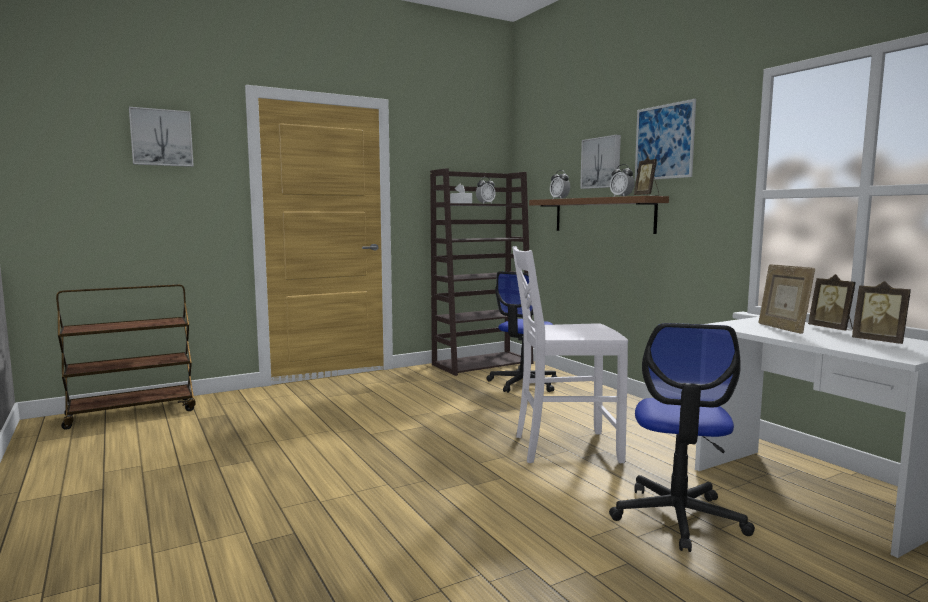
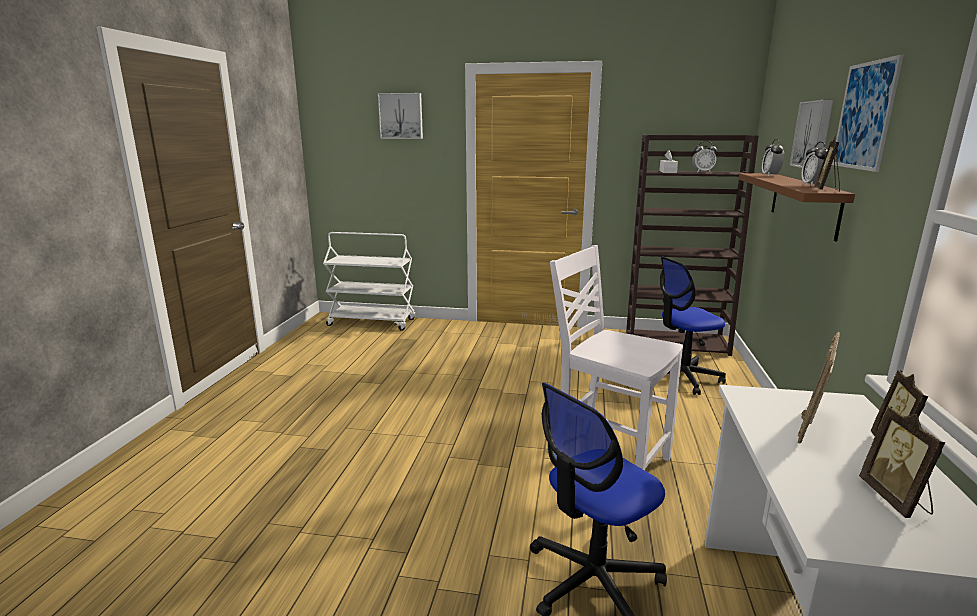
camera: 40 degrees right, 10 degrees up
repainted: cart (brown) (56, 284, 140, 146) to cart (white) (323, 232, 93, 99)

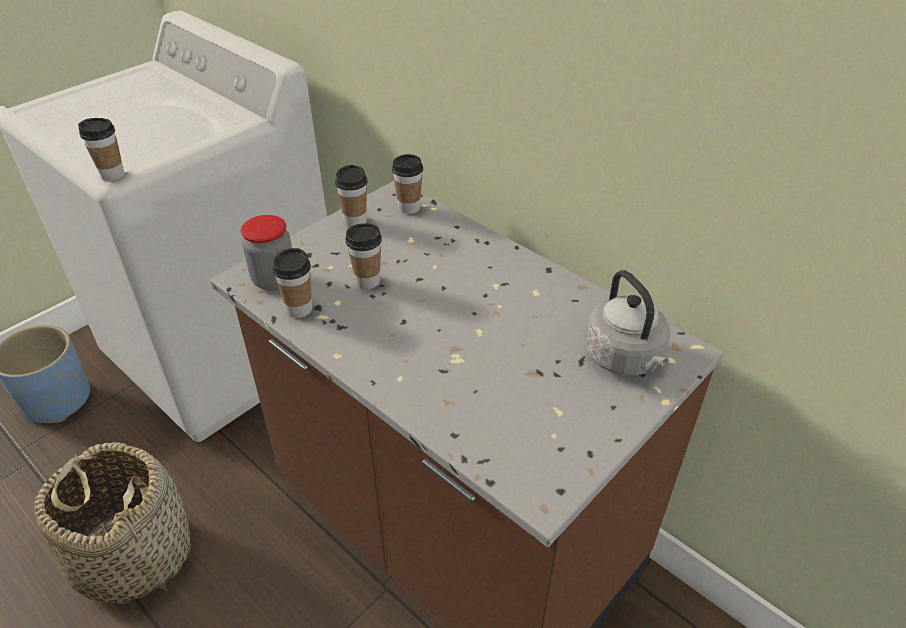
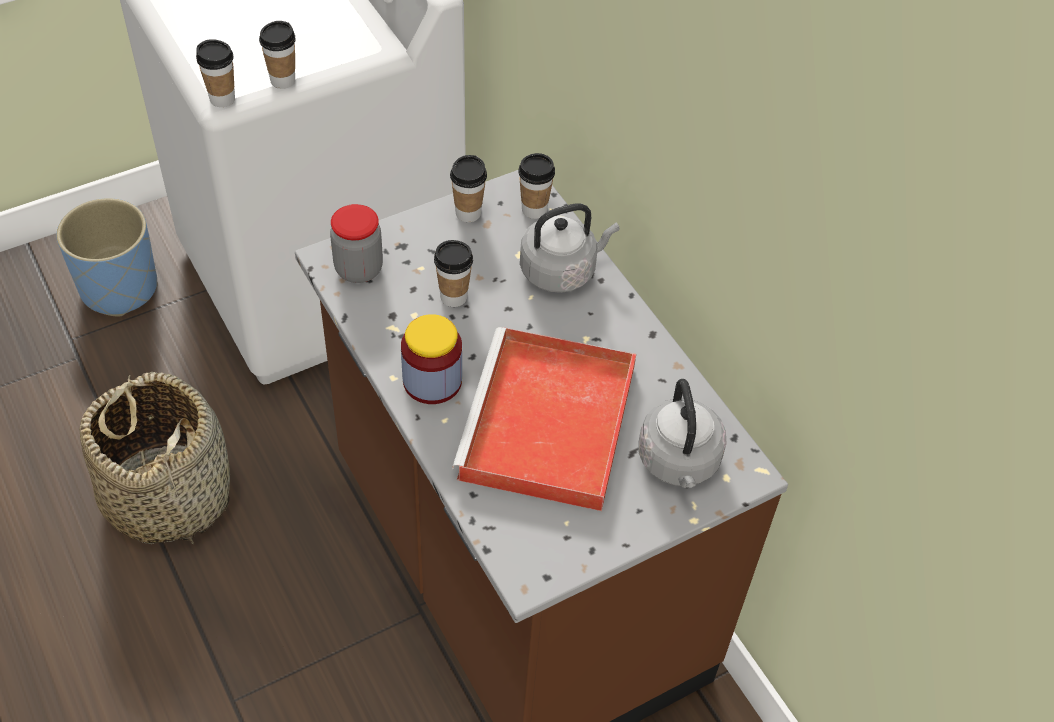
camera: 15 degrees right, 10 degrees up
new: jar (401, 314, 61, 90); tray (red) (452, 327, 184, 184); kettle (grey) (520, 203, 99, 90)
shifted: cup (272, 248, 40, 70) to (259, 21, 37, 68)

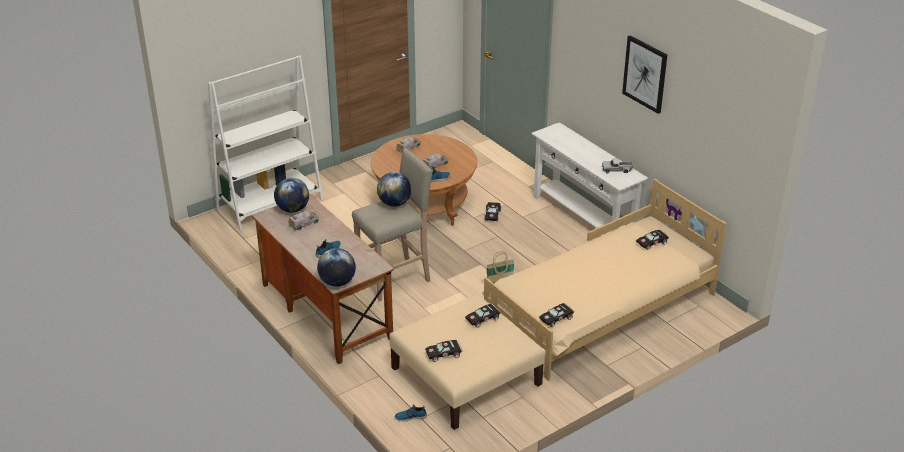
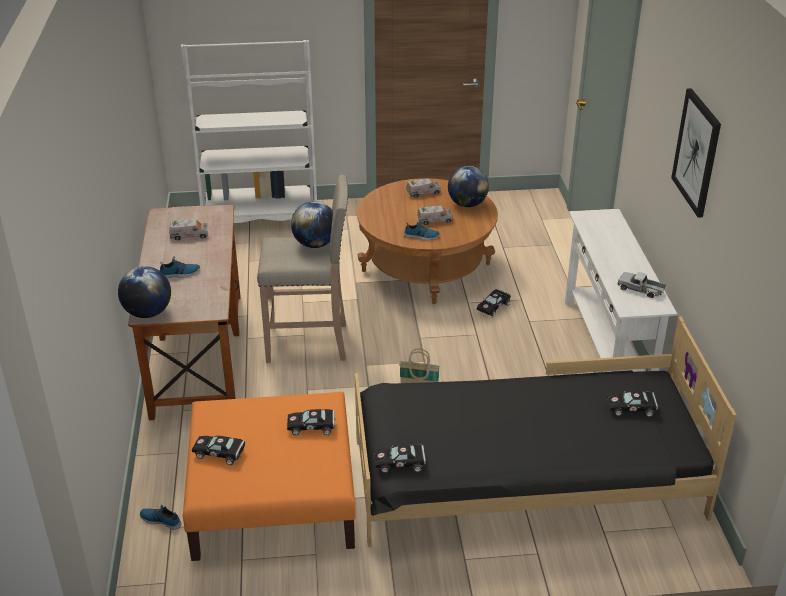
camera: 30 degrees right, 0 degrees up
shifted: globe (274, 178, 35, 35) to (448, 166, 41, 41)
repainted: ottoman (beige) (389, 294, 157, 136) to ottoman (orange) (183, 392, 173, 169); bed (beige) (482, 179, 245, 202) to bed (black) (355, 317, 382, 230)

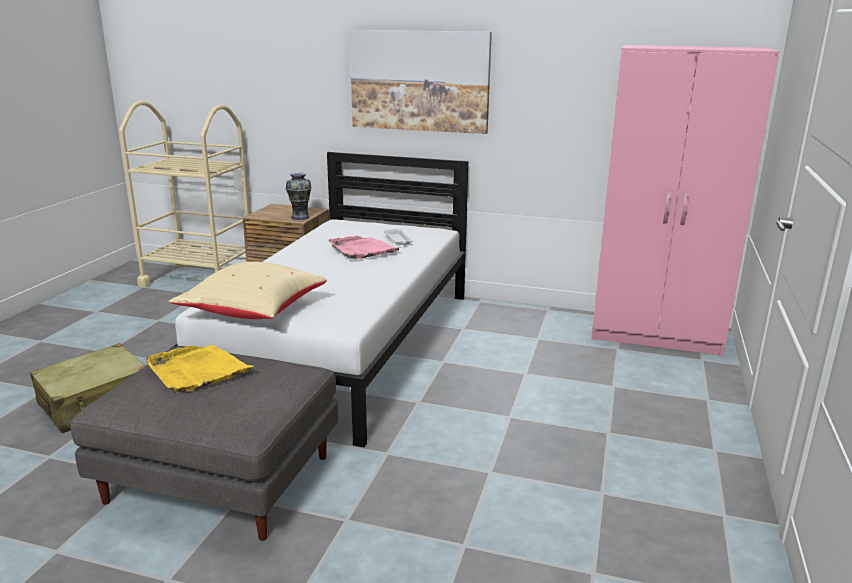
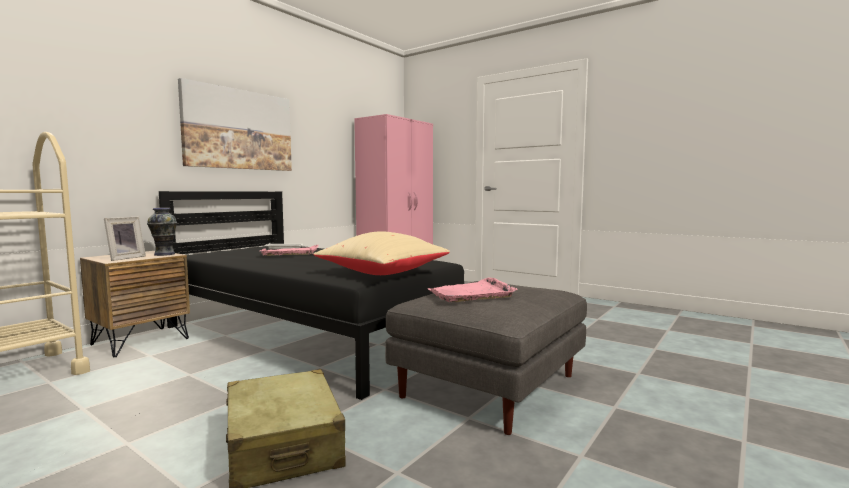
camera: 70 degrees left, 15 degrees down
new: picture frame (104, 217, 42, 44)
repainted: bed (white) (170, 152, 298, 295) to bed (black) (159, 191, 305, 209); tray (yellow) (145, 345, 109, 48) to tray (pink) (427, 277, 90, 25)

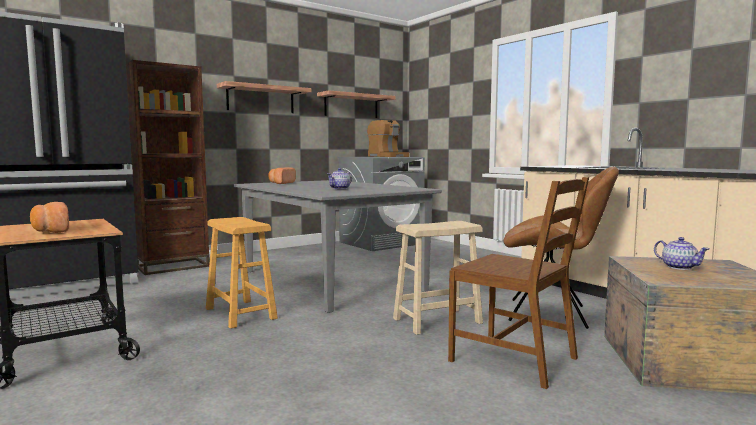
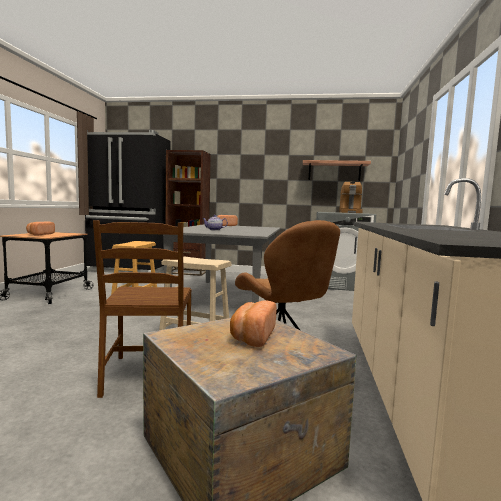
camera: 45 degrees right, 0 degrees up
gone: shelf (217, 81, 94, 32)
swapped: teapot (654, 237, 55, 33) to bread (230, 301, 47, 46)

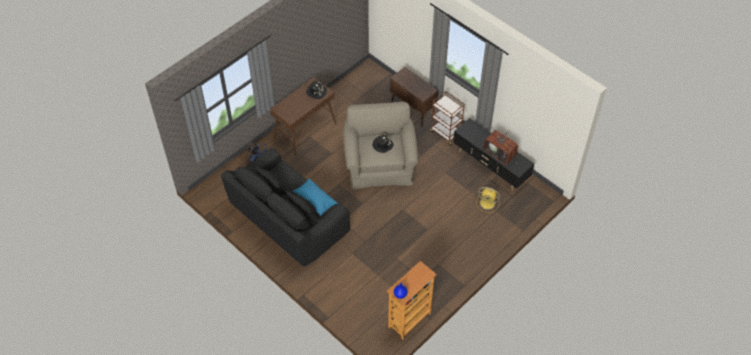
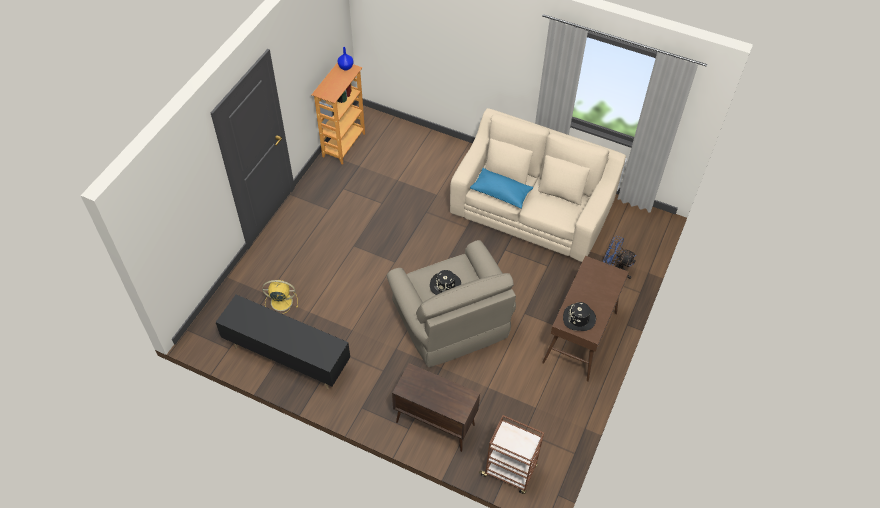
camera: 160 degrees right, 0 degrees up
gone: television (483, 129, 35, 36)
shifted: cart (brown) (430, 91, 35, 55) to (479, 415, 65, 79)
repainted: sofa (black) (221, 148, 129, 118) to sofa (beige) (450, 108, 176, 154)

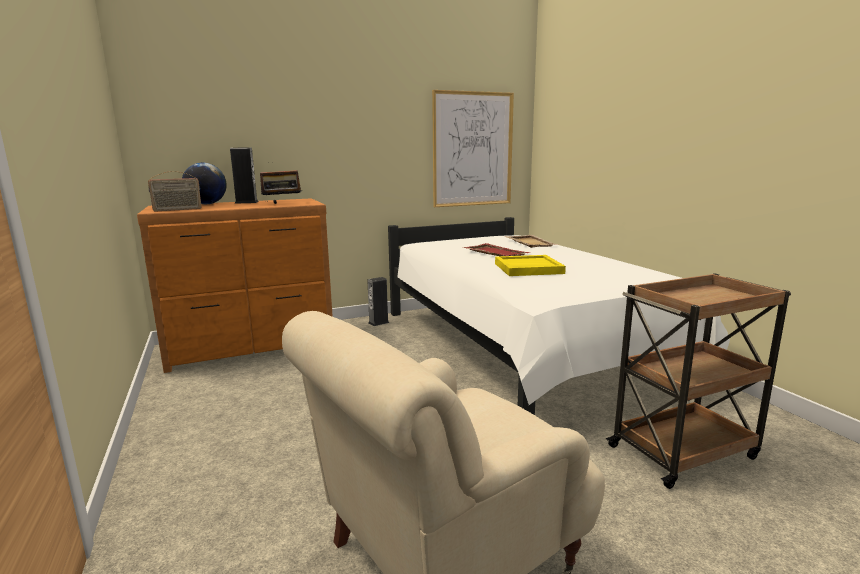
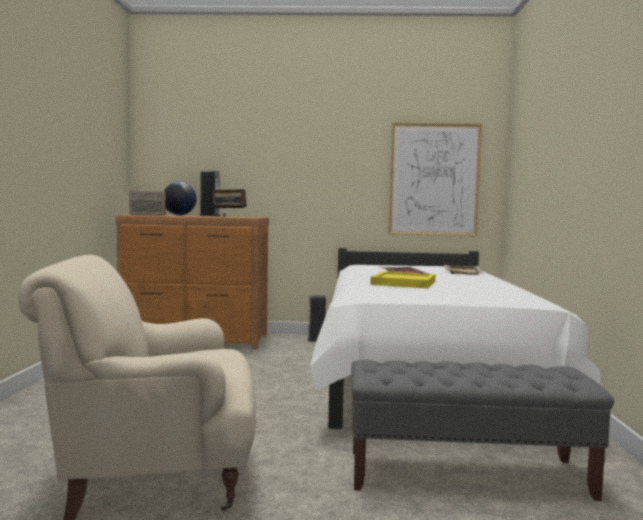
camera: 25 degrees right, 10 degrees down
swapped: cart (brown) (606, 273, 185, 216) to bench (grey) (351, 360, 263, 141)

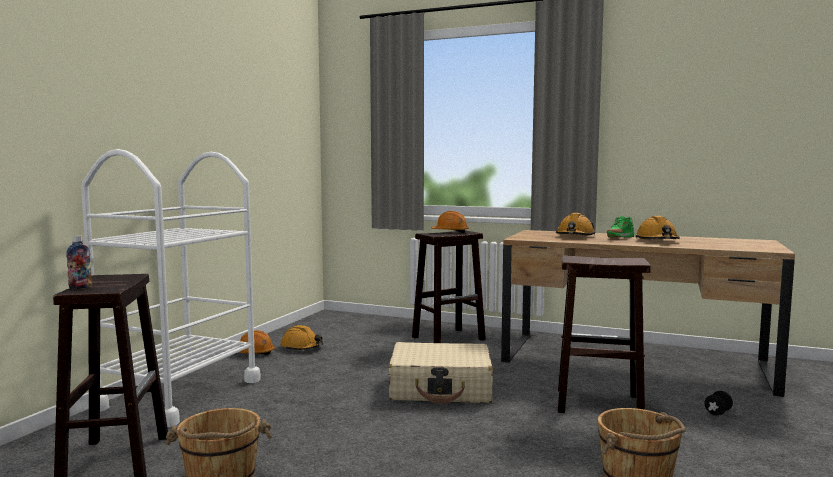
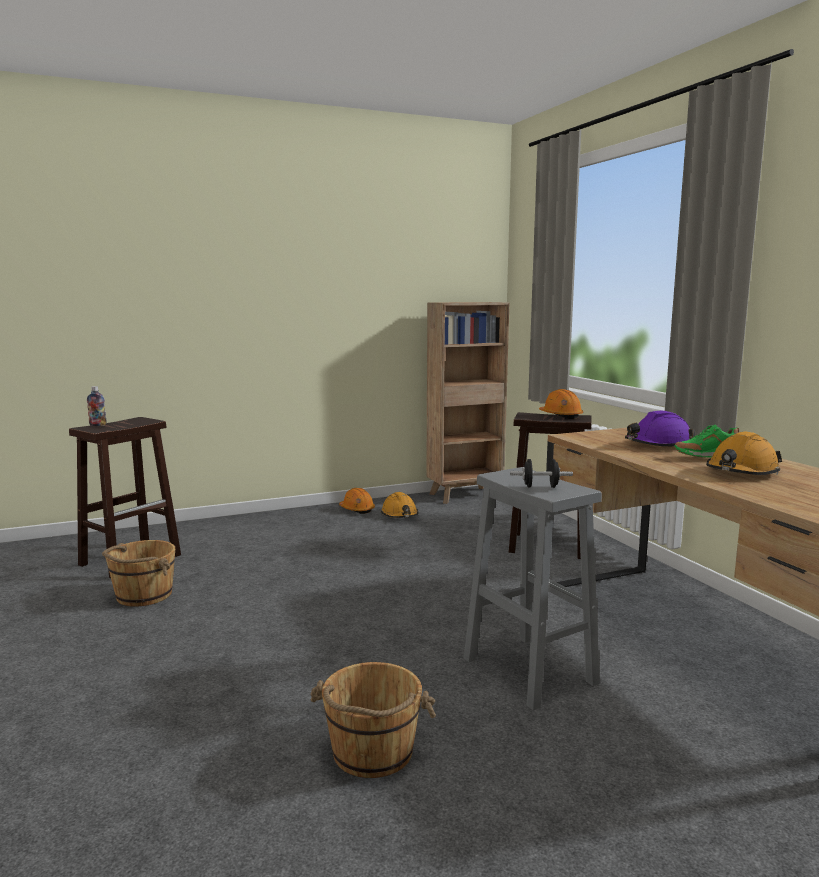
camera: 45 degrees right, 5 degrees up
gone: cart (white) (81, 149, 180, 278); suitcase (beige) (388, 342, 105, 62)
new: bookcase (brown) (426, 302, 83, 202)
shifted: dumbbell (black) (704, 391, 29, 25) to (510, 459, 63, 29)
repainted: stool (brown) (558, 255, 93, 158) to stool (grey) (464, 467, 138, 243); hard hat (orange) (556, 213, 39, 23) to hard hat (purple) (625, 411, 70, 36)

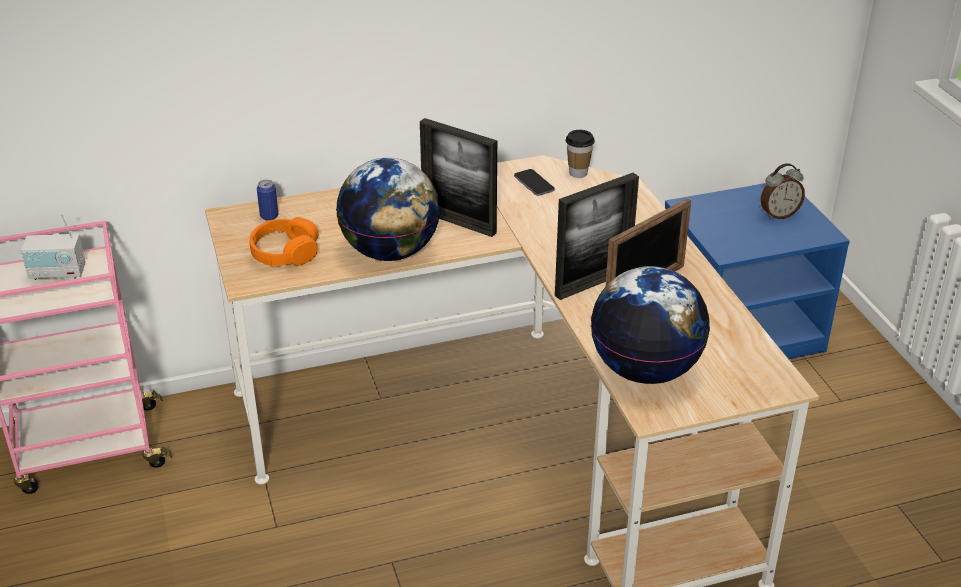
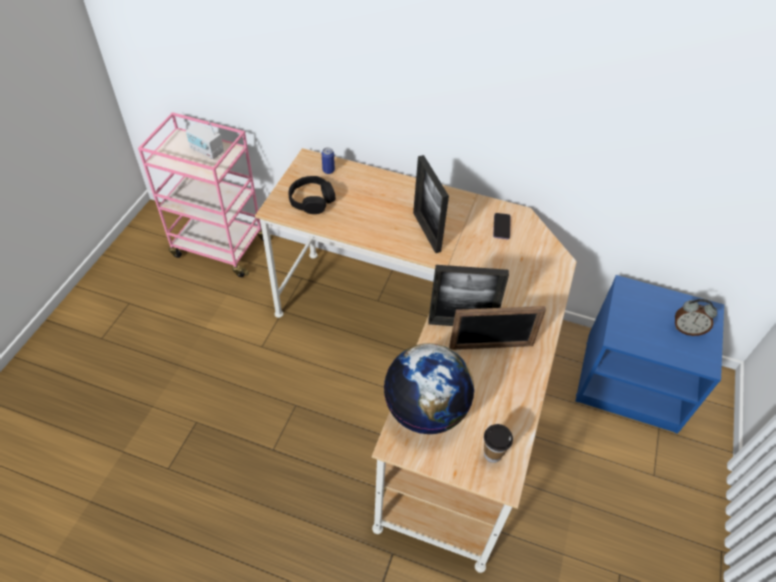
camera: 35 degrees right, 15 degrees up
gone: globe (336, 158, 104, 103)
shifted: cup (565, 130, 30, 48) to (484, 424, 29, 39)
repainted: headphones (orange) (249, 217, 69, 50) to headphones (black) (288, 176, 47, 38)

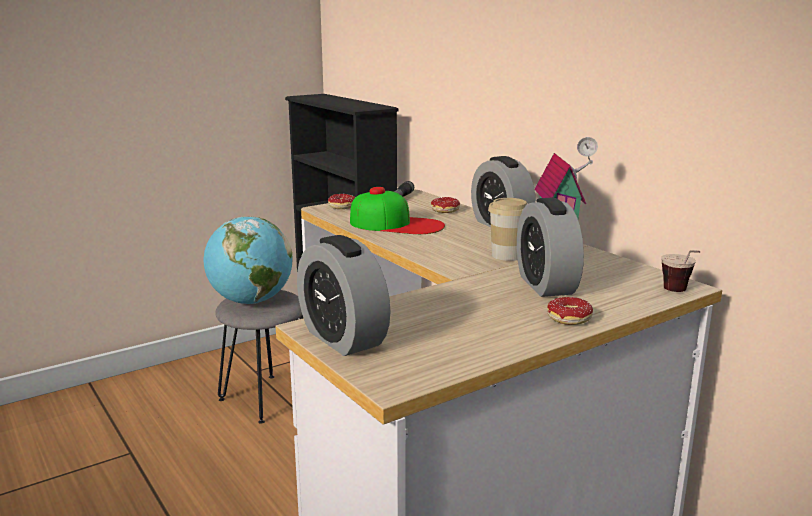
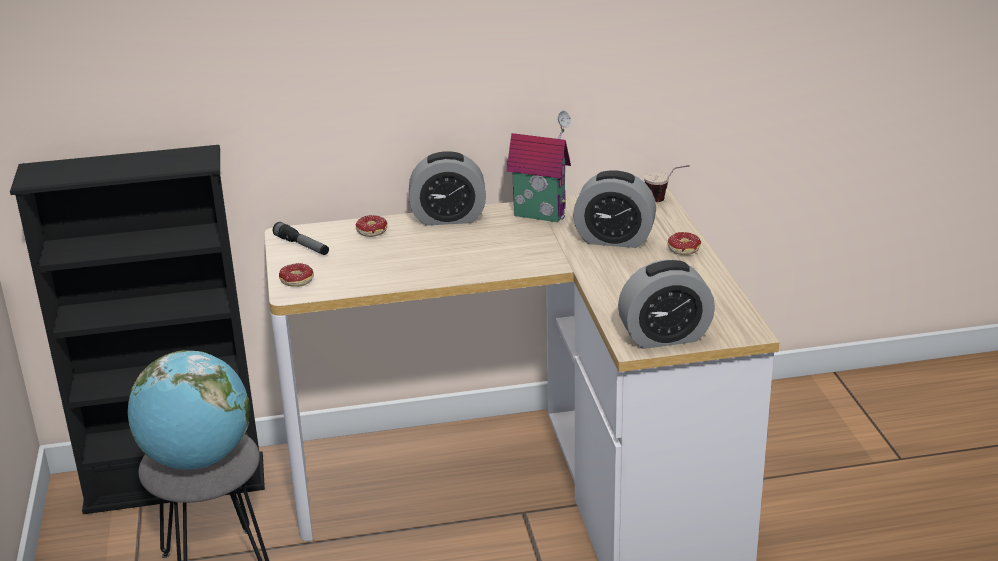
camera: 65 degrees left, 10 degrees up
gone: cap (350, 187, 95, 47); cup (488, 198, 39, 63)

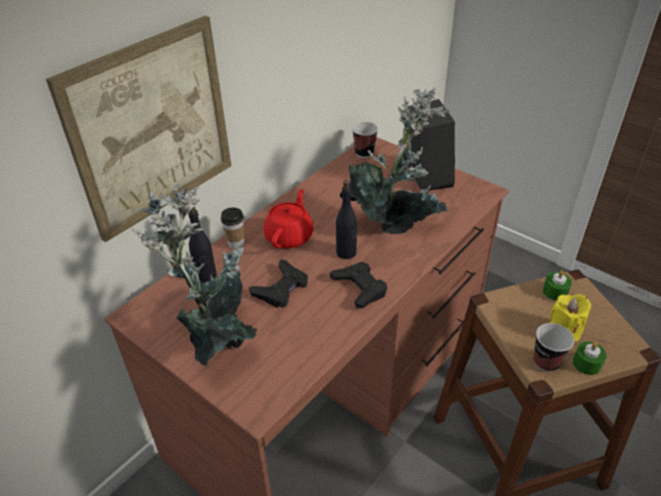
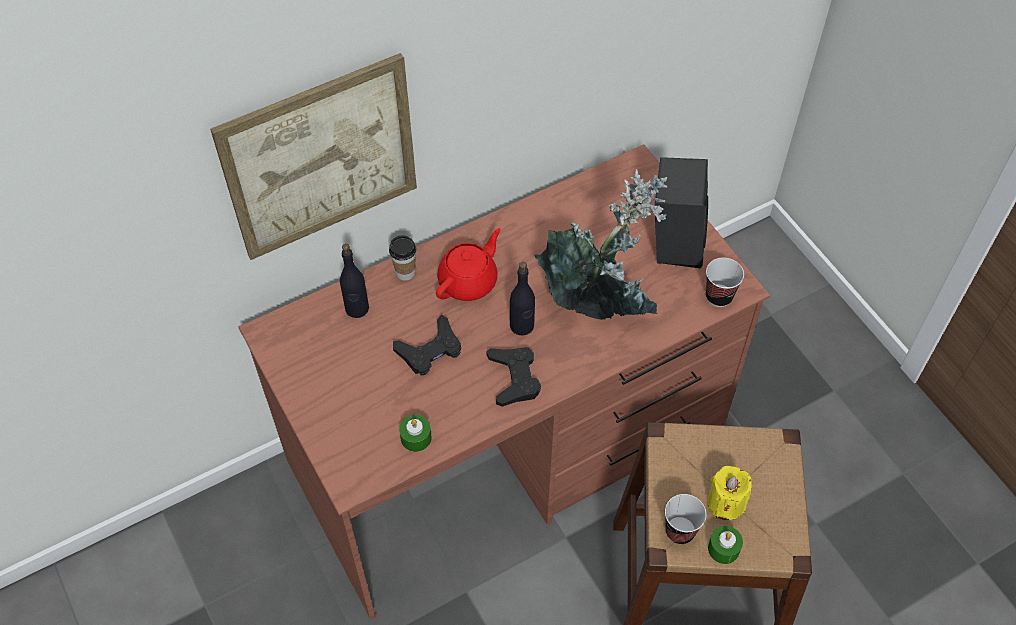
camera: 20 degrees right, 15 degrees up
gone: potted plant (132, 184, 125, 183)
shifted: candle (green) (543, 270, 29, 31) to (399, 415, 33, 37); cup (352, 122, 26, 36) to (706, 258, 38, 49)

